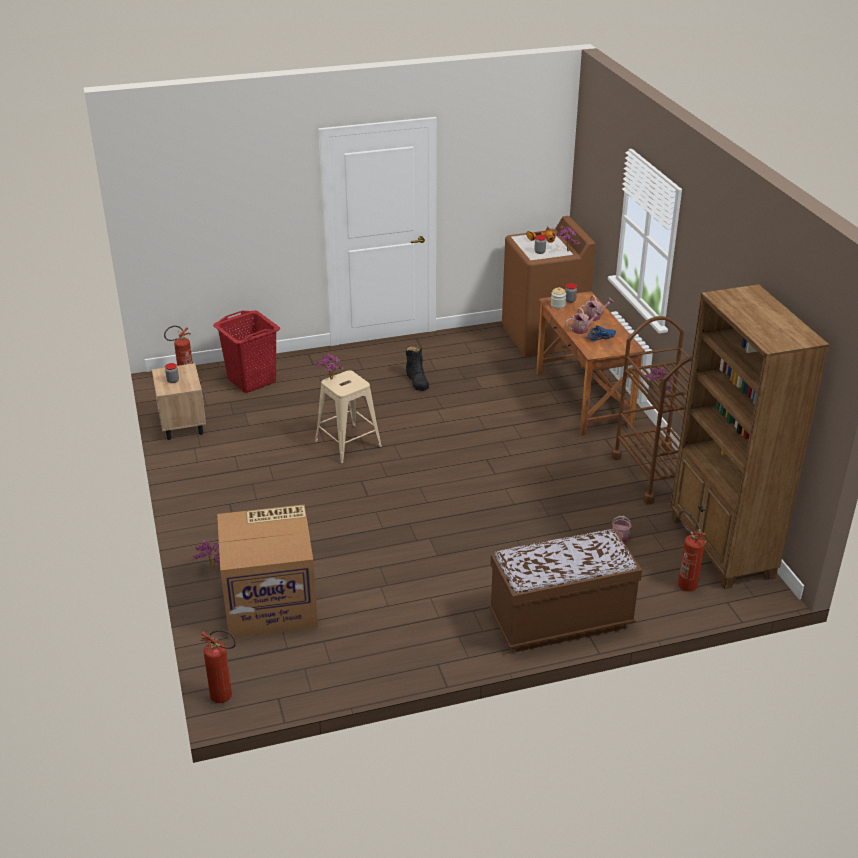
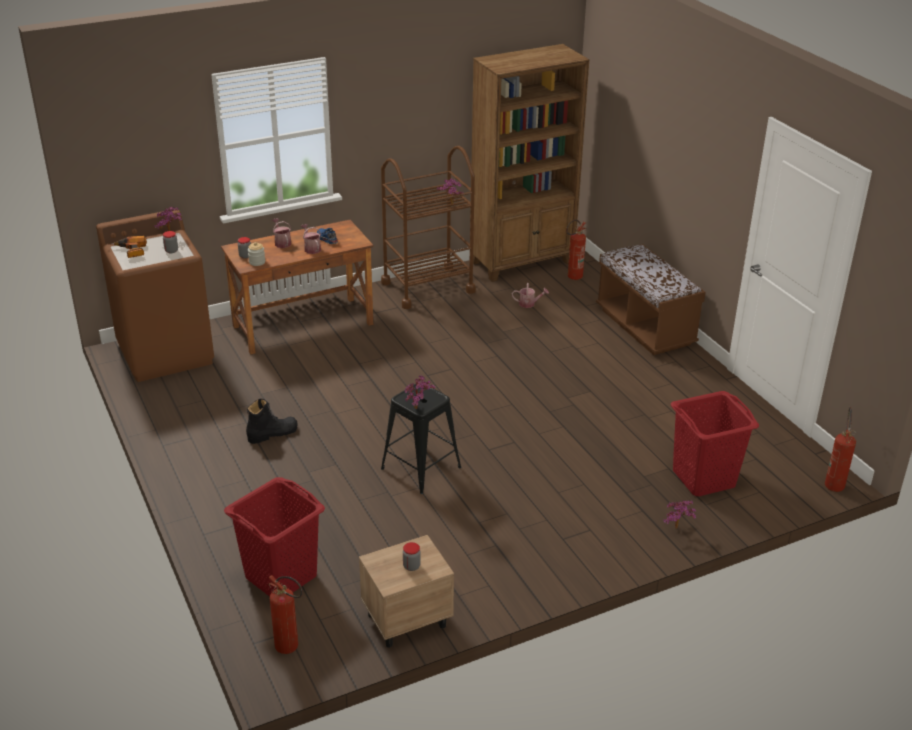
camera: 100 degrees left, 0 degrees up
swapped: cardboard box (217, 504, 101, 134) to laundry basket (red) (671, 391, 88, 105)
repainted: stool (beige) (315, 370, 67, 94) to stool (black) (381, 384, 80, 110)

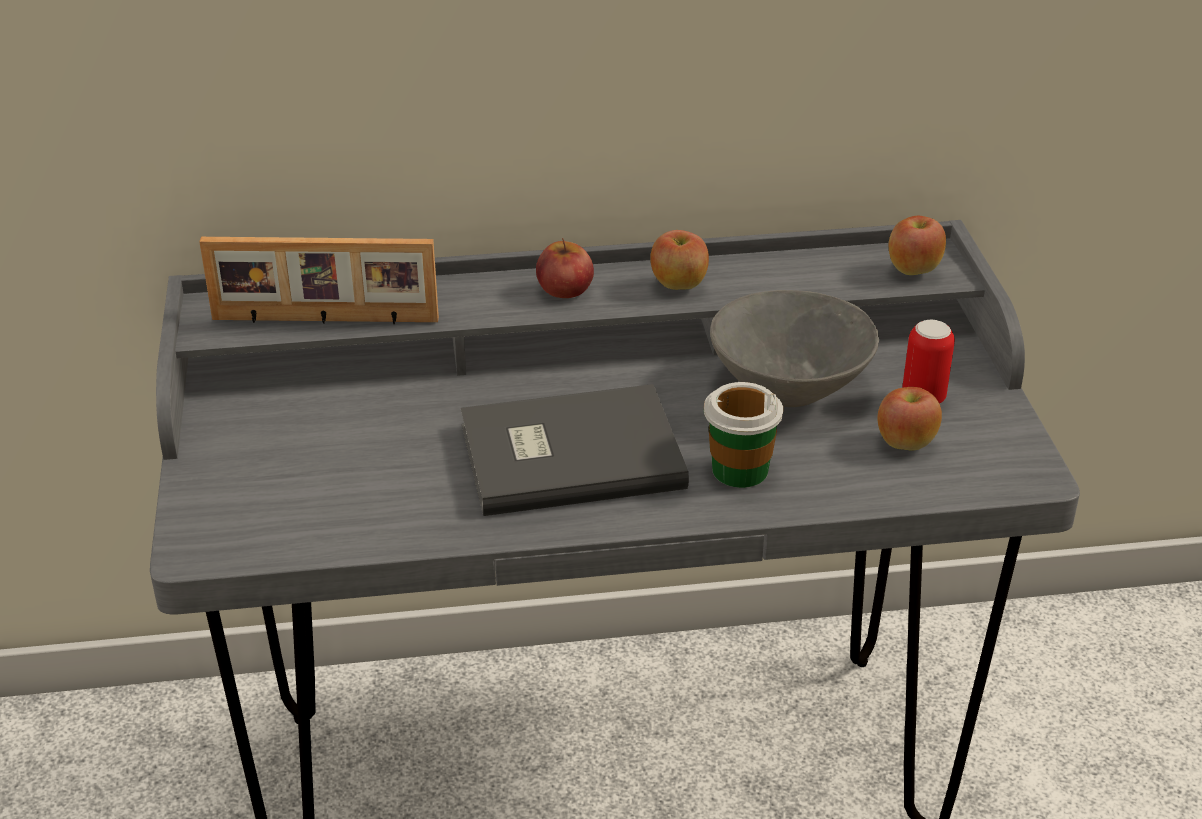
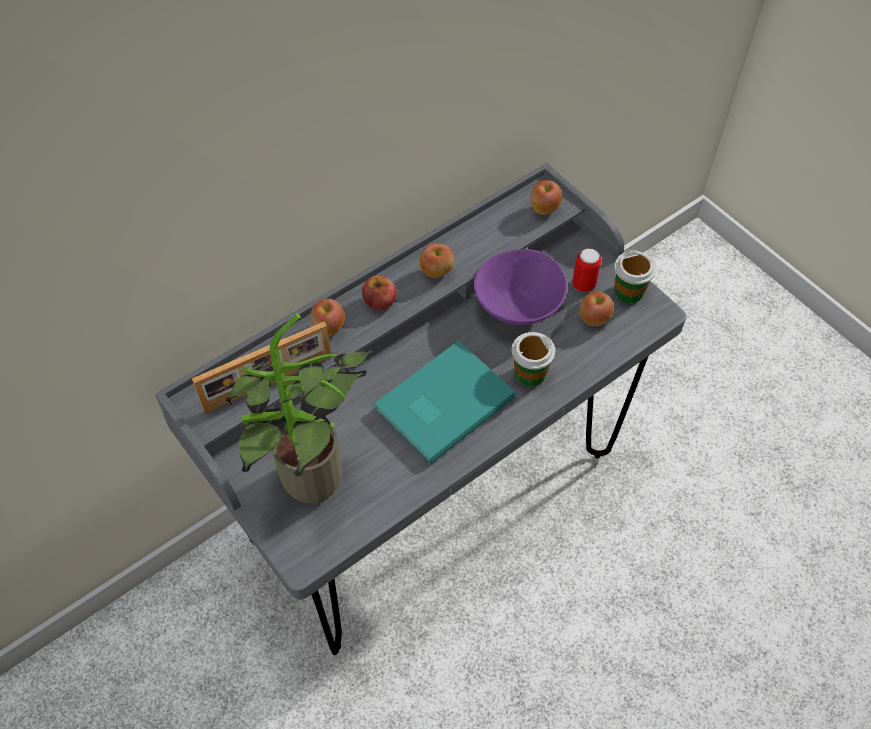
camera: 30 degrees left, 20 degrees up
new: potted plant (226, 313, 146, 191); apple (311, 299, 34, 37); cup (614, 250, 42, 54)
repainted: book (grey) (461, 384, 228, 132) to book (turquoise) (374, 340, 142, 125); bowl (grey) (710, 290, 169, 117) to bowl (purple) (474, 249, 93, 76)

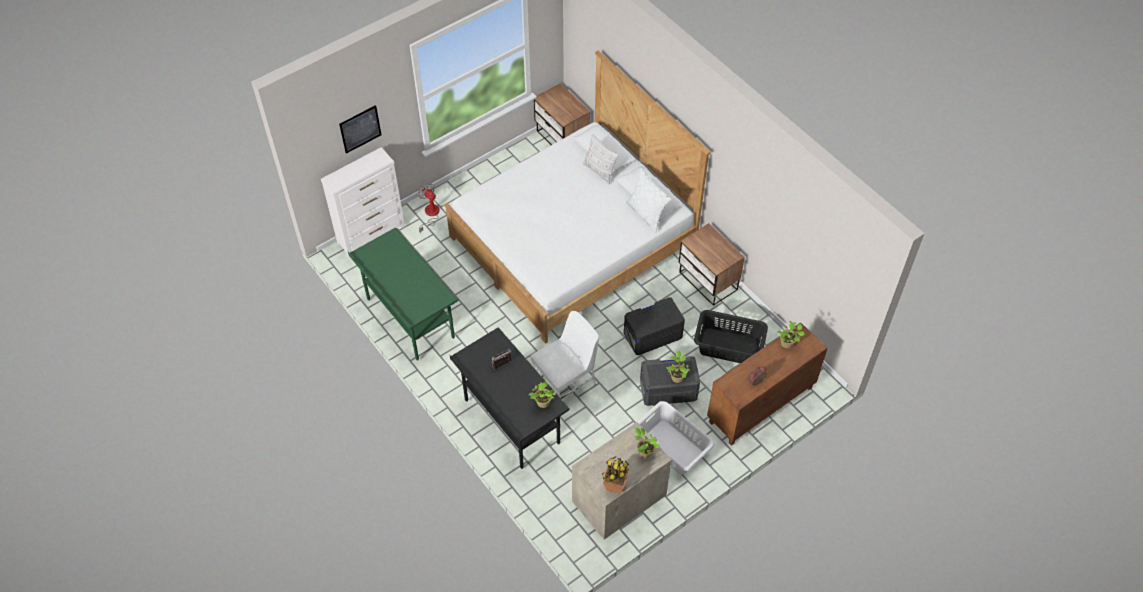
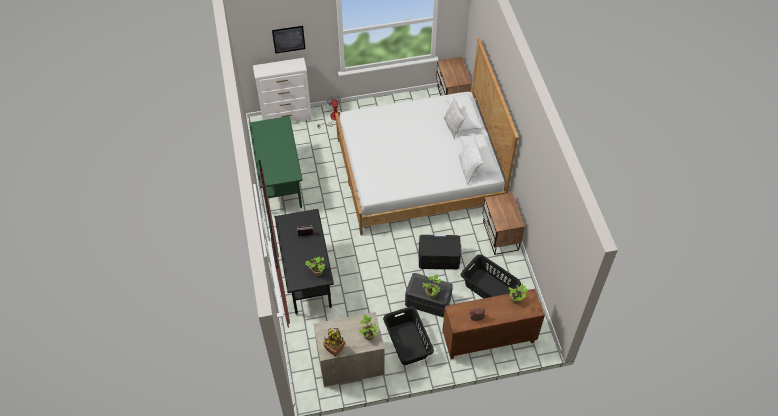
camera: 25 degrees right, 0 degrees up
gone: chair (white) (531, 311, 68, 88)
repainted: laundry basket (white) (638, 401, 76, 73) to laundry basket (black) (383, 306, 51, 59)

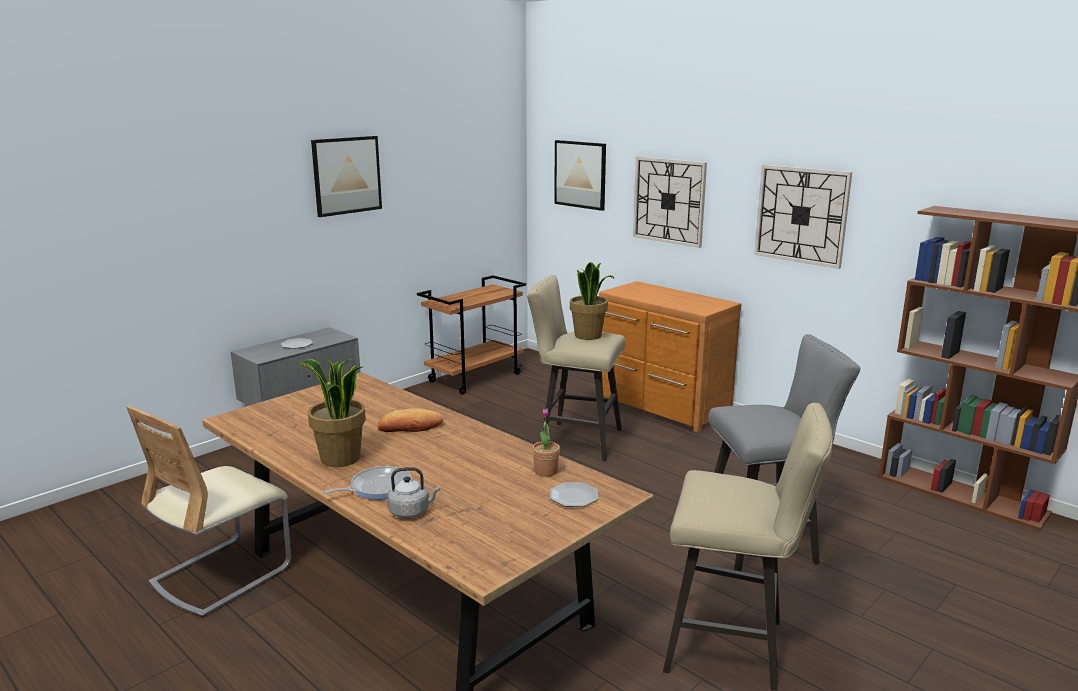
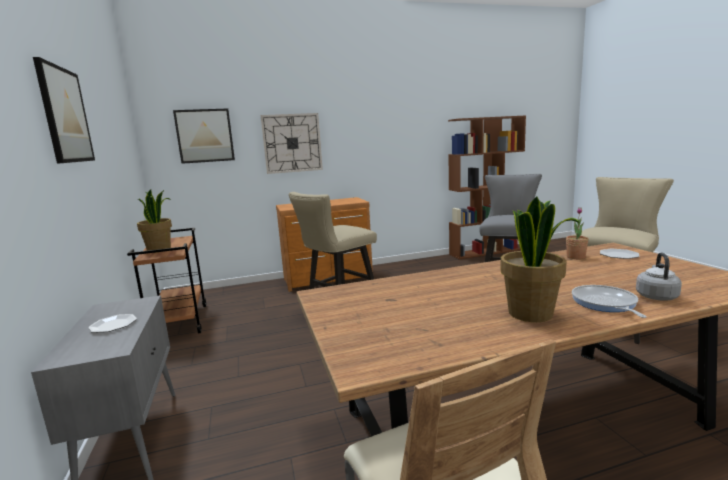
camera: 60 degrees left, 5 degrees down
gone: bread (378, 408, 65, 24); wall clock (754, 165, 98, 104)
shifted: potted plant (570, 262, 45, 78) to (137, 189, 35, 64)

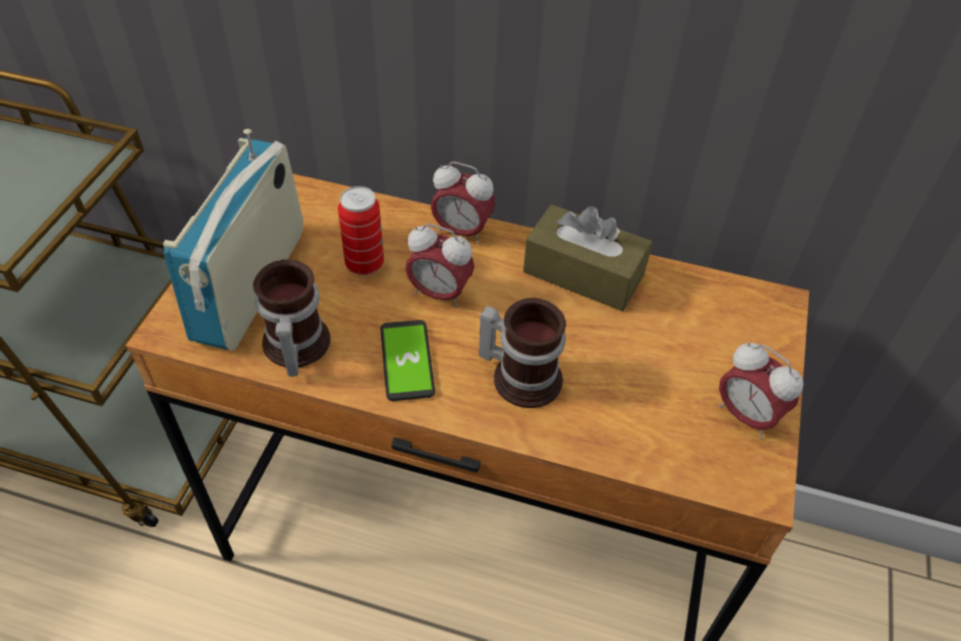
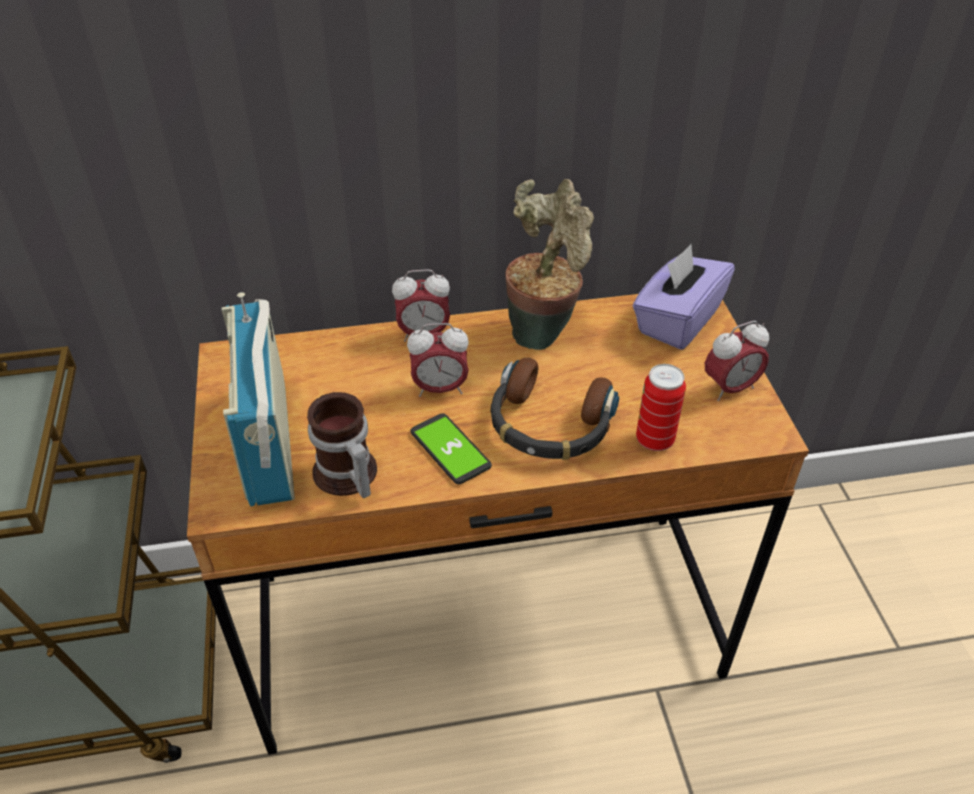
camera: 25 degrees left, 5 degrees down
new: tissue box (purple) (633, 244, 102, 106)
shifted: can (338, 186, 46, 89) to (636, 364, 50, 87)
swapped: mug (479, 298, 87, 110) to headphones (490, 358, 129, 102); tissue box (brown) (523, 204, 129, 107) to potted plant (505, 179, 89, 171)
rotated: alarm clock (719, 342, 84, 97) = (705, 321, 64, 80) 45 degrees counterclockwise

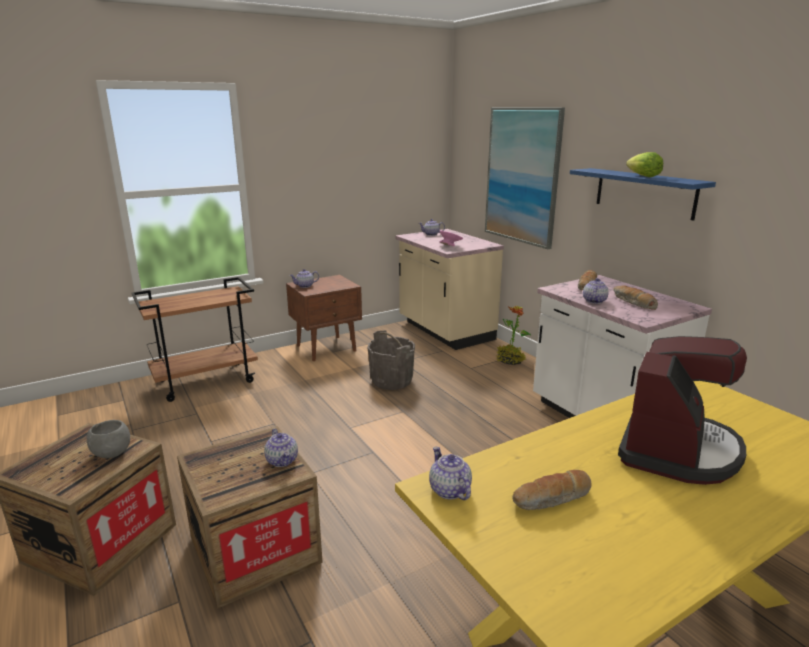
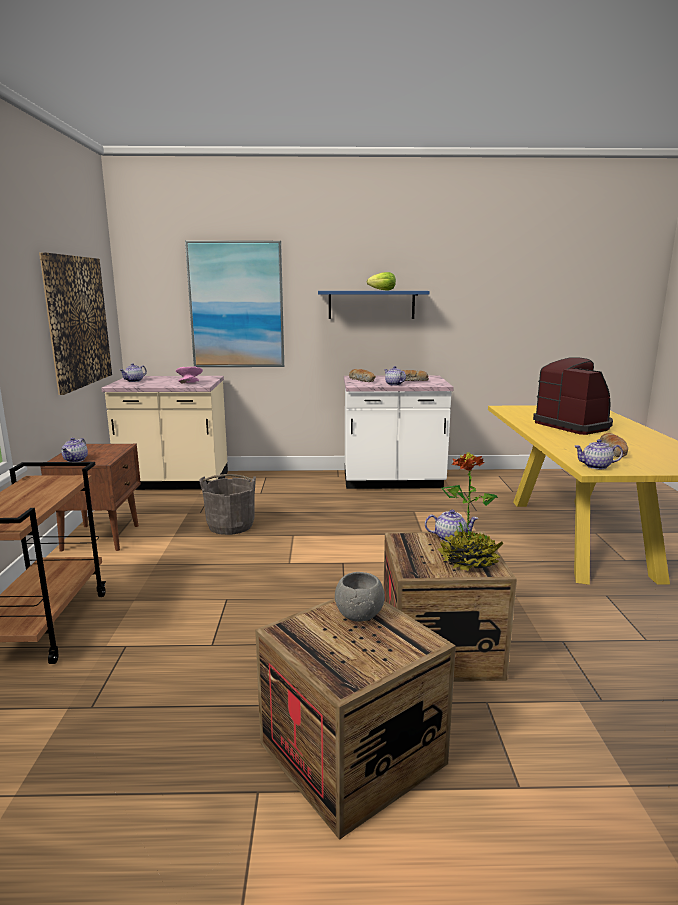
camera: 60 degrees left, 5 degrees down
new: picture (39, 252, 73, 143)
shifted: potted plant (496, 306, 35, 59) to (437, 452, 66, 120)

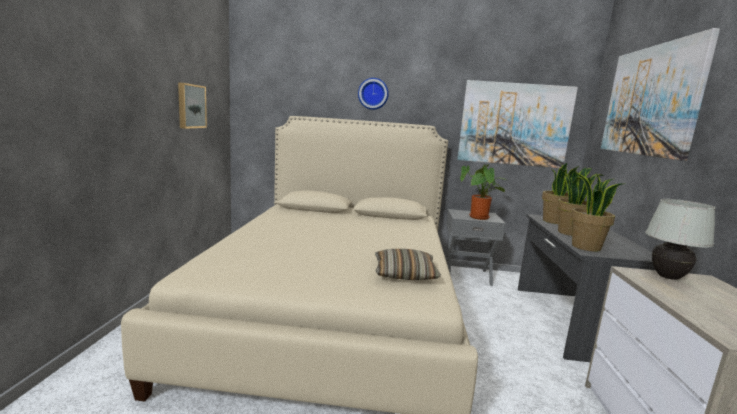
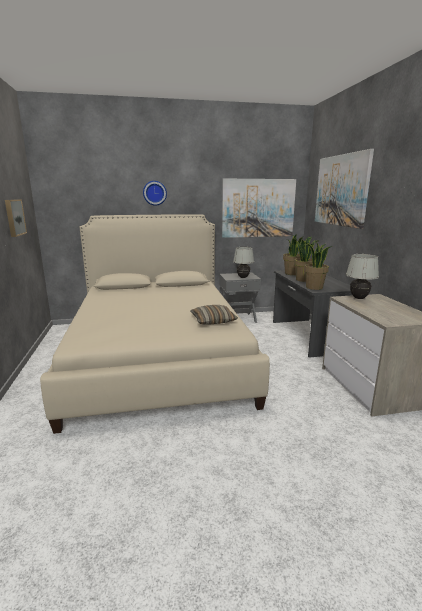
camera: 15 degrees left, 5 degrees up
swapped: potted plant (460, 164, 47, 56) to table lamp (white) (233, 247, 21, 31)

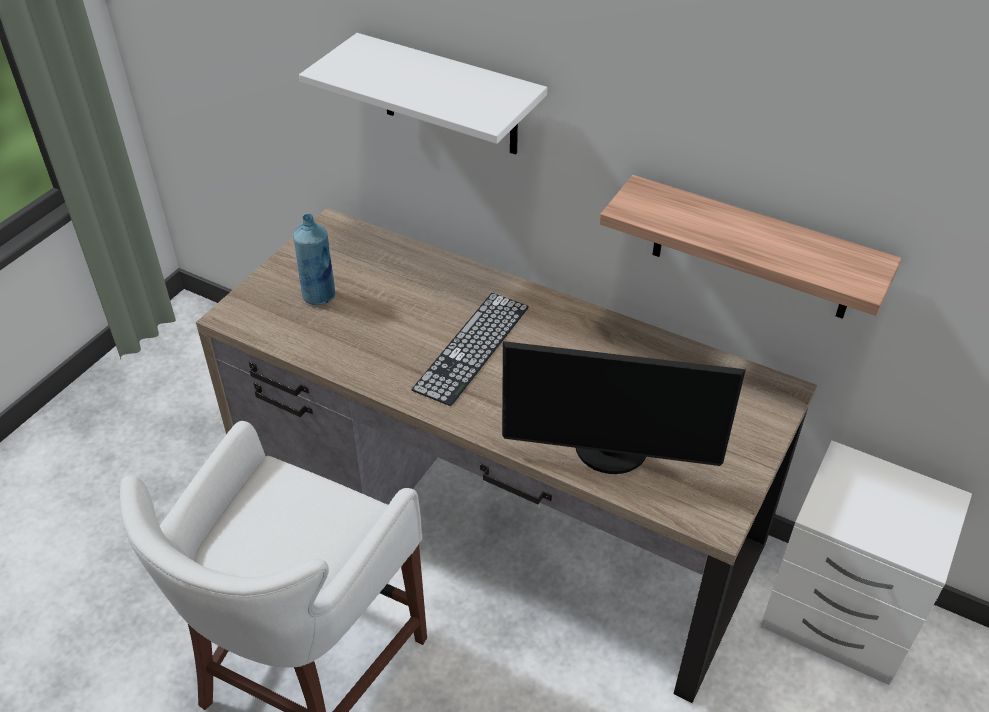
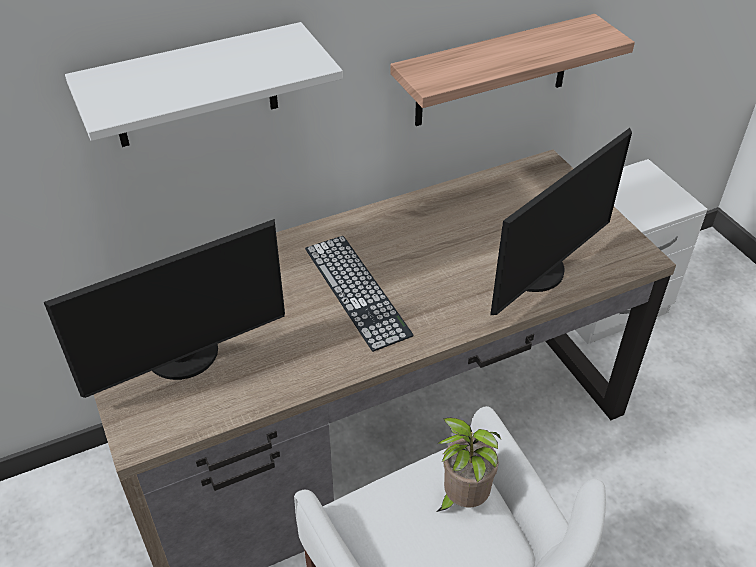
camera: 55 degrees left, 0 degrees up
new: potted plant (437, 418, 64, 94)
swapped: bottle (blue) (293, 214, 42, 91) to monitor (44, 219, 241, 179)

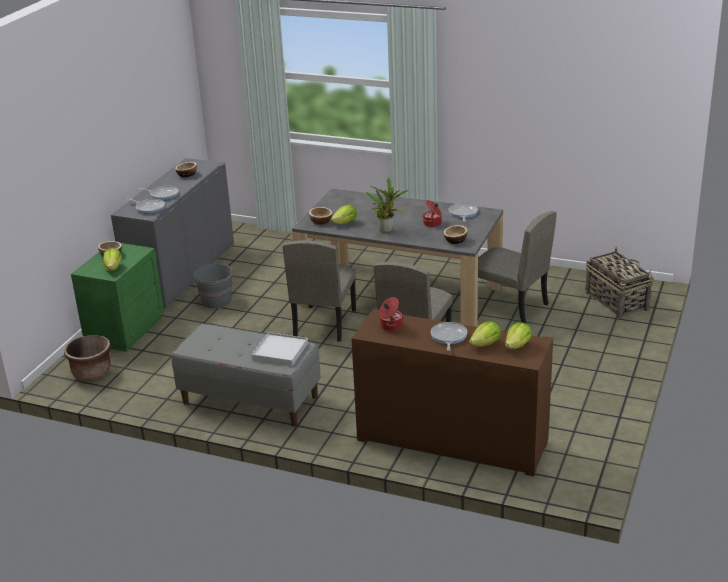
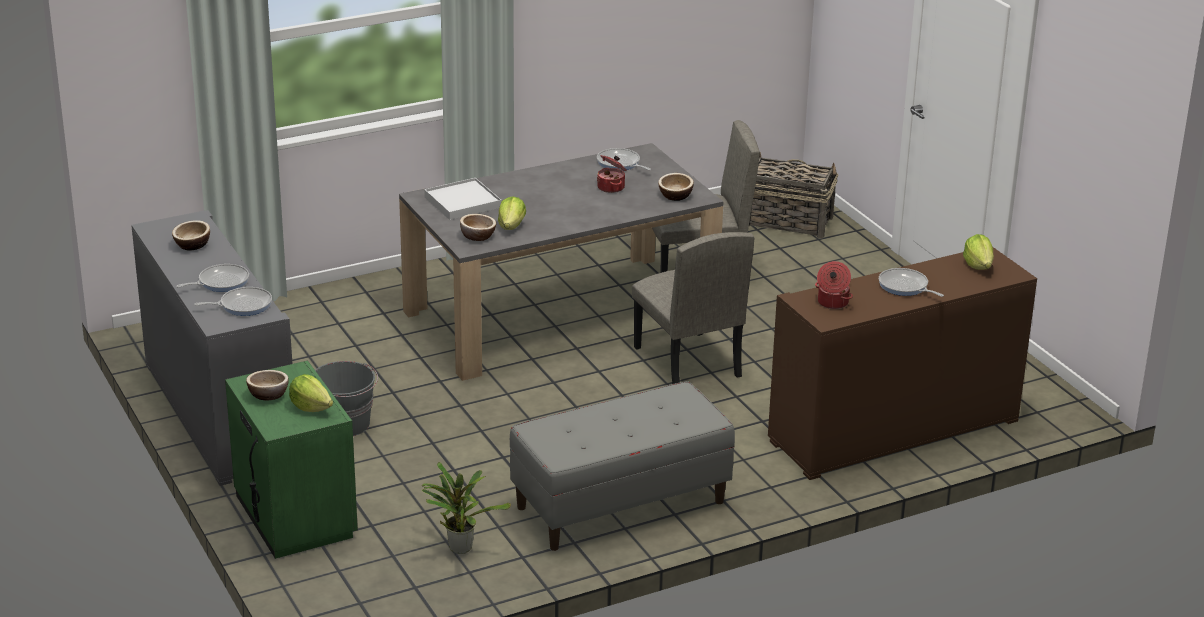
camera: 50 degrees left, 0 degrees up
gone: planter (brown) (64, 335, 47, 45); chair (beige) (283, 240, 73, 102); lettuce (469, 321, 32, 26)
shifted: potted plant (366, 178, 42, 55) to (421, 462, 90, 92); tray (white) (252, 332, 56, 34) to (424, 178, 77, 42)

